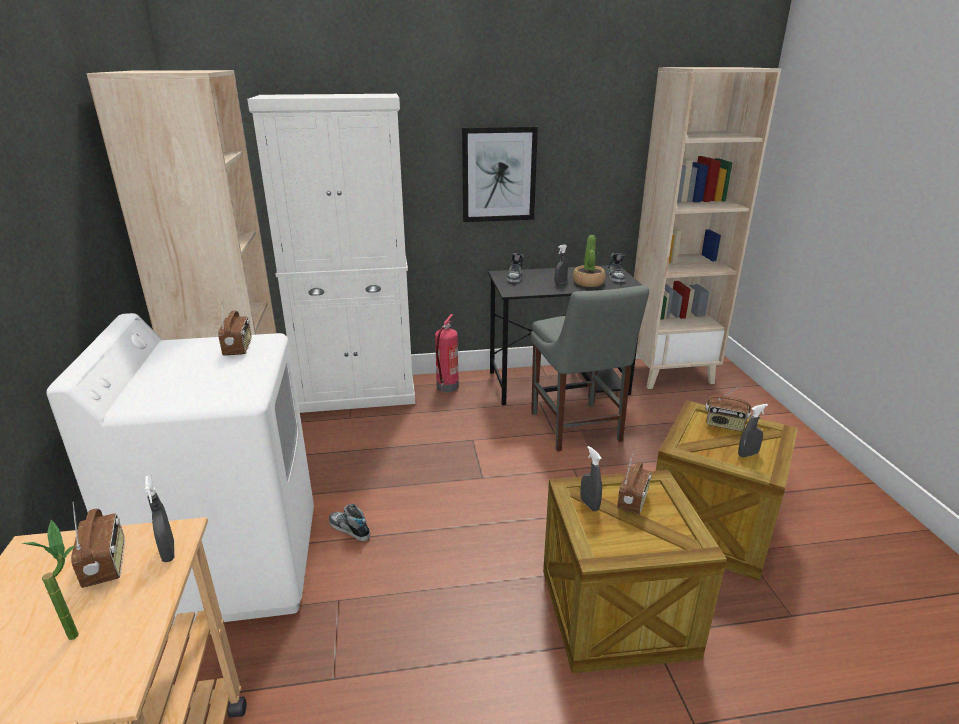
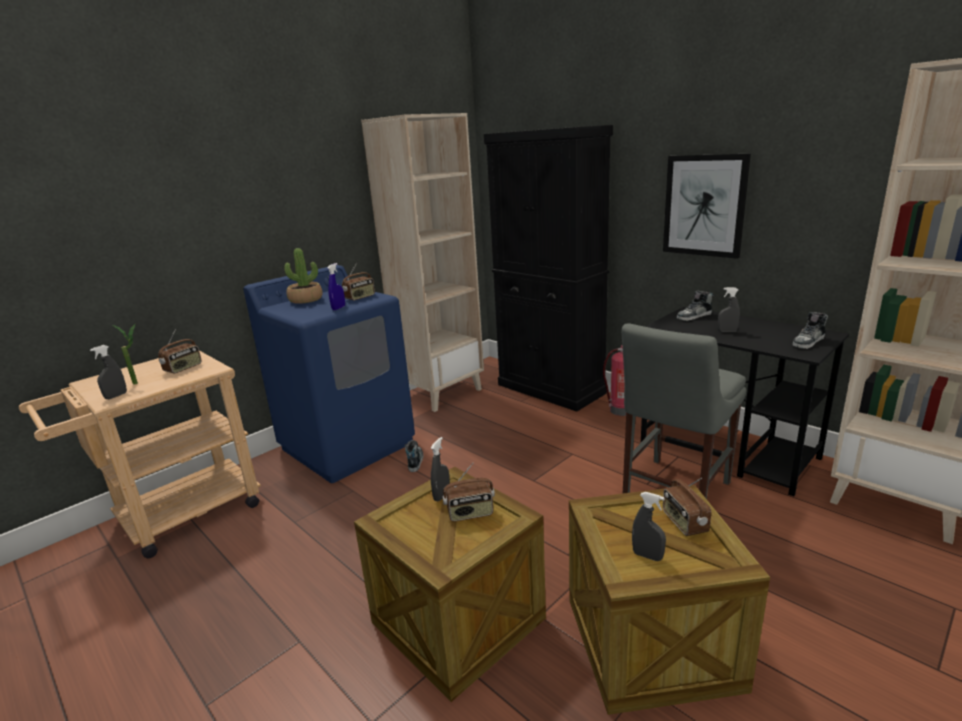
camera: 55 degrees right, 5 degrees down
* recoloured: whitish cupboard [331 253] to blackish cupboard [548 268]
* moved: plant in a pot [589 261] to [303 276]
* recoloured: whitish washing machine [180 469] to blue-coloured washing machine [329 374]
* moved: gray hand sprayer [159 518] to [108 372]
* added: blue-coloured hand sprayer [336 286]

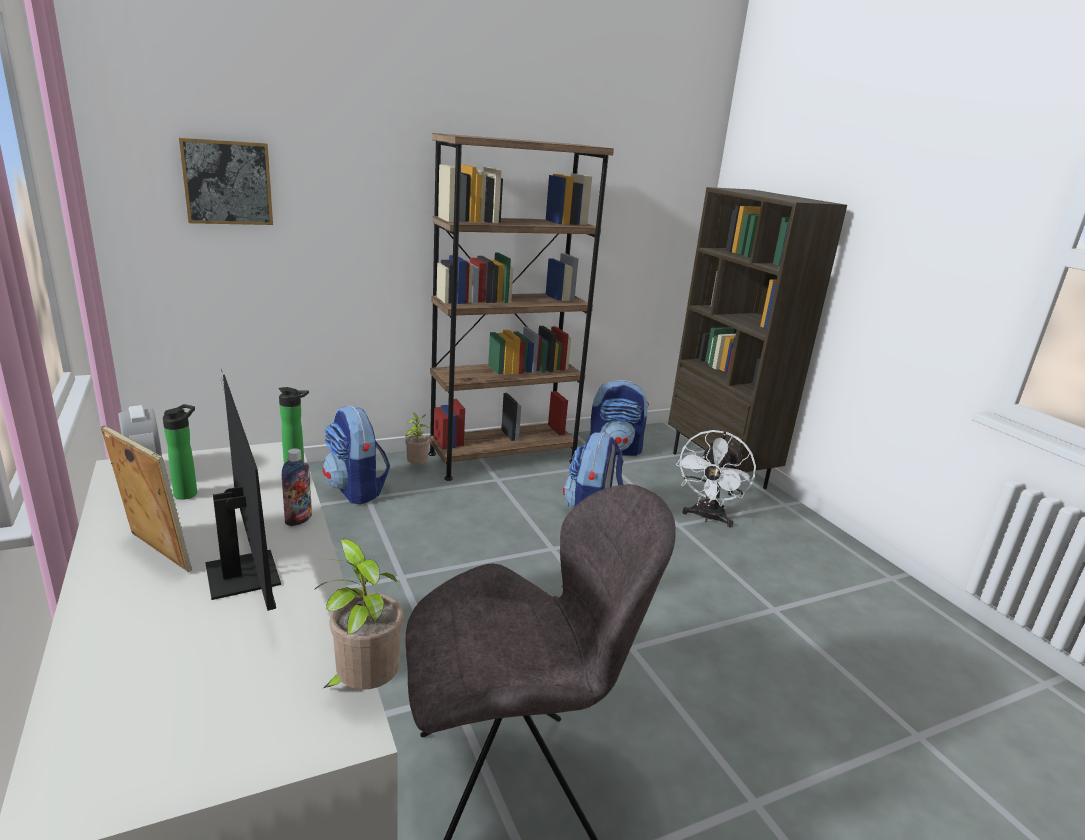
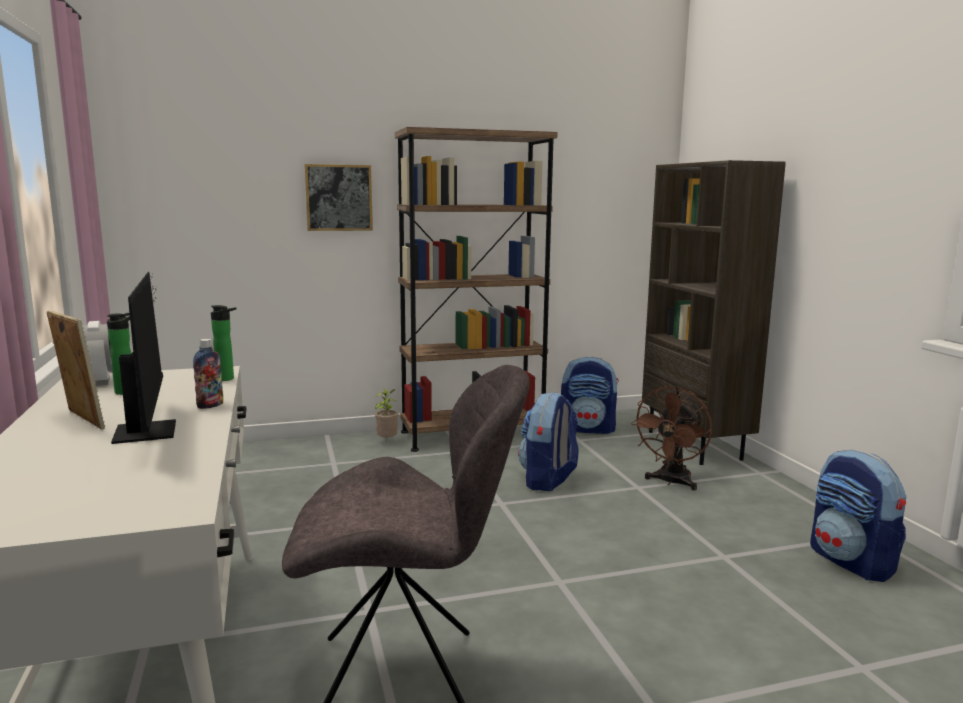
camera: 10 degrees right, 10 degrees down
* moved: picture [226 181] to [339 197]
* moved: rucksack [356 454] to [858 516]
* recoloured: whitish fan [716 479] to brown fan [671 438]
* removed: plant in a pot [359 614]

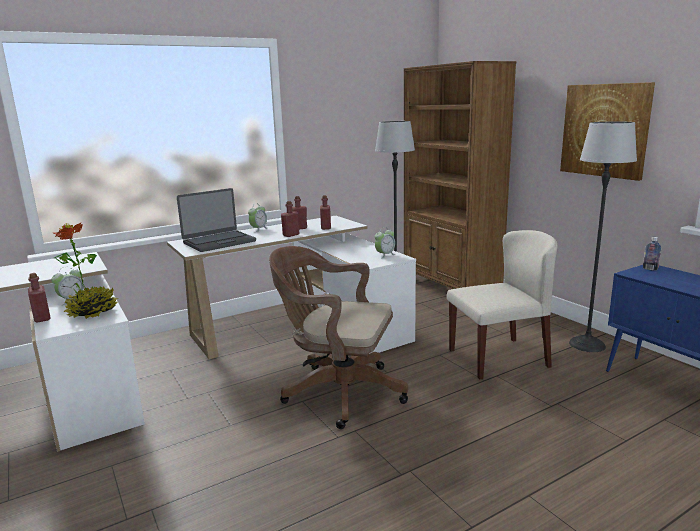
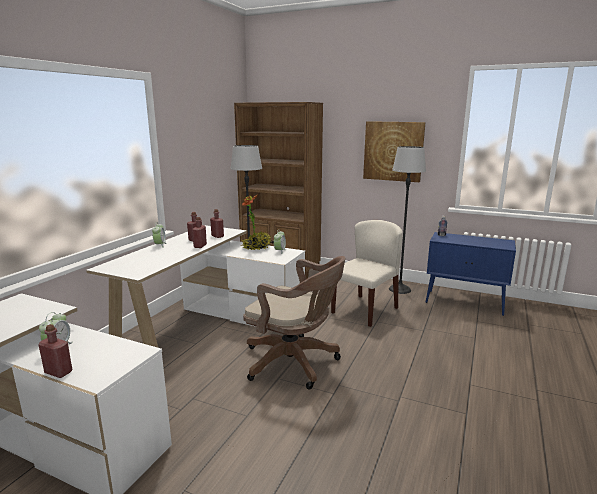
camera: 35 degrees left, 0 degrees up
* removed: laptop [216 220]
* moved: plant in a pot [85 270] to [256 222]
* turned: brown office chair [338 337] = [294 323] 135 degrees counterclockwise

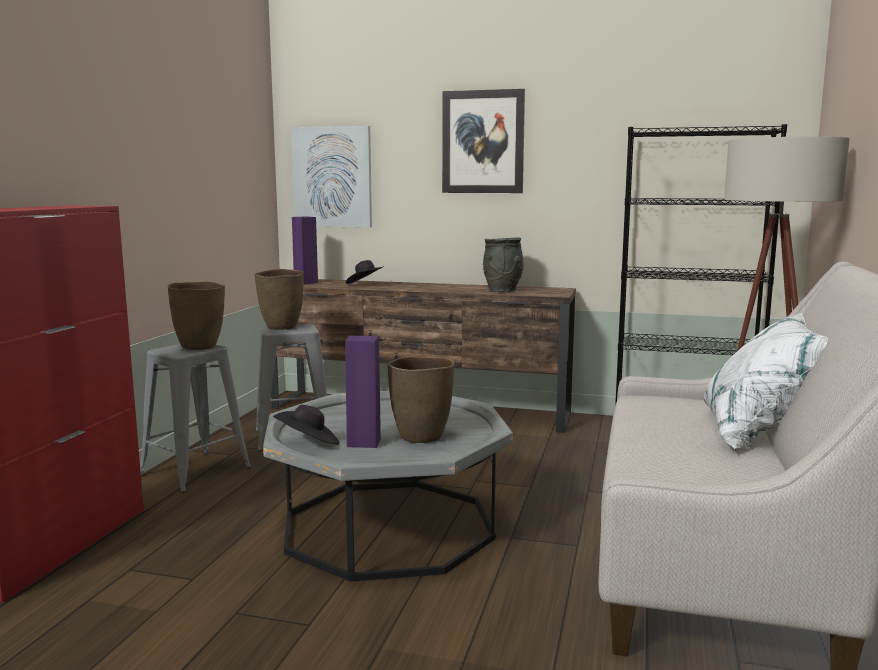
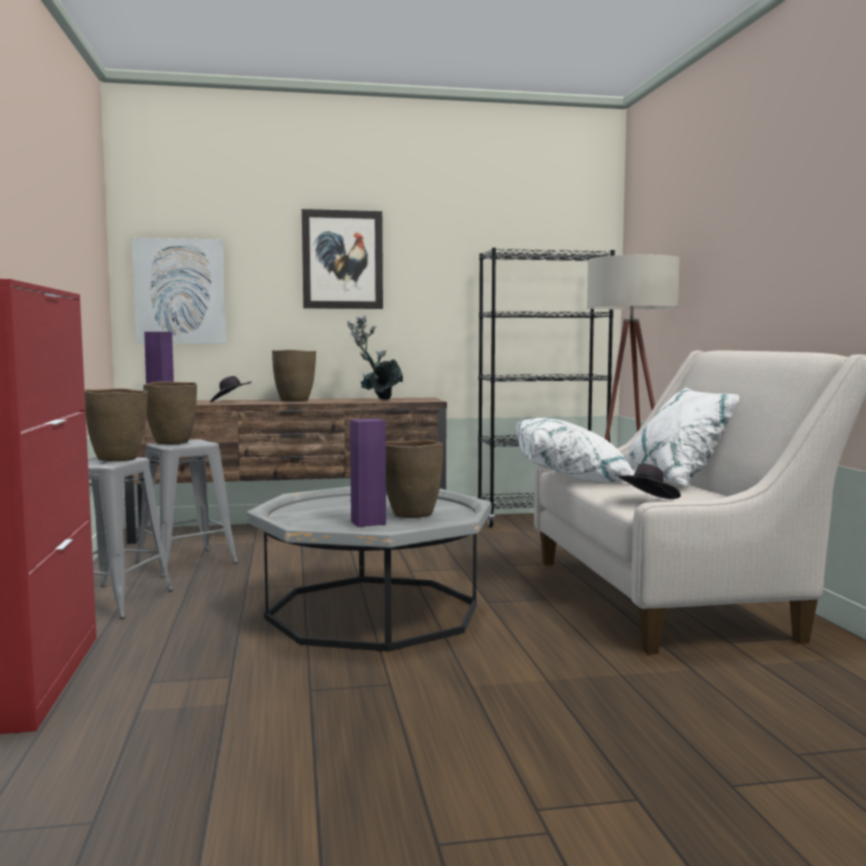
camera: 25 degrees left, 5 degrees down
* replaced: gray flower vase [503 265] to plant in a pot [375 357]
* moved: blackish clothing hat [306 425] to [648 481]
* added: brown flower vase [294 376]
* added: whitish pillow [575 450]

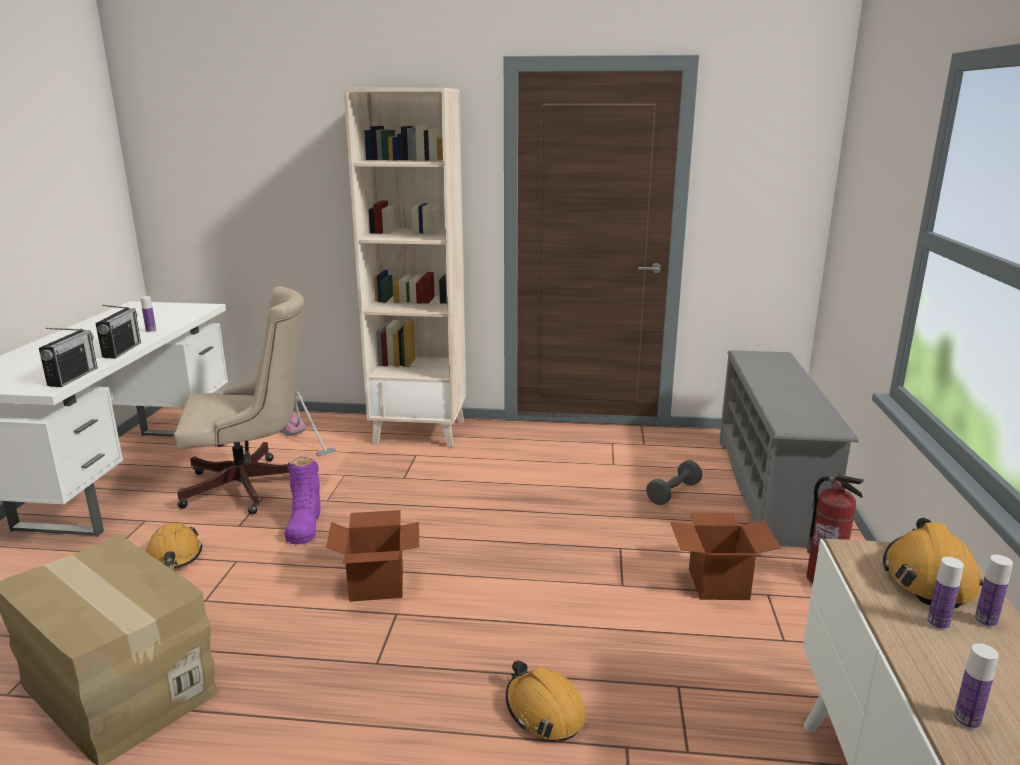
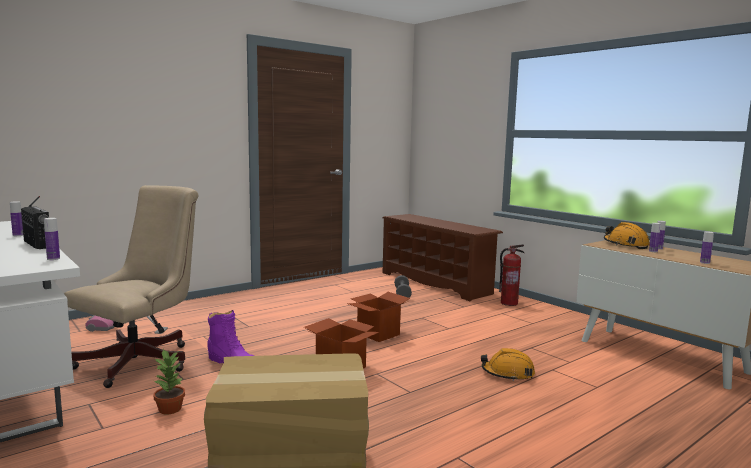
camera: 45 degrees left, 10 degrees down
* removed: beige bookshelf [405 268]
* replaced: radio receiver [68 357] to drink bottle [52 239]
* recoloured: gray shoe rack [788 449] to brown shoe rack [442 257]
* moved: packing box [725 556] to [378 317]
* replaced: orange hard hat [174 546] to plant in a pot [169 381]

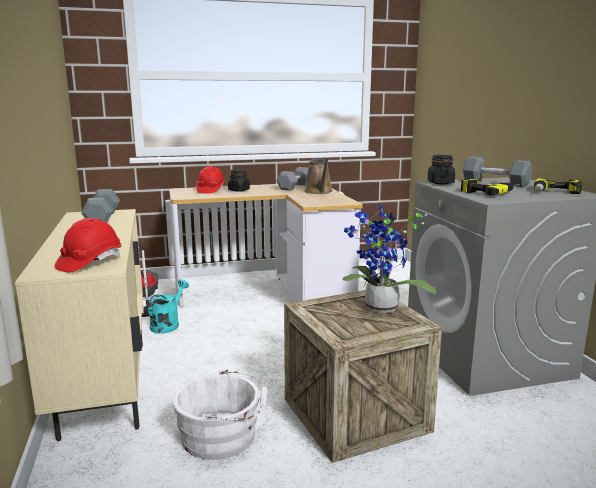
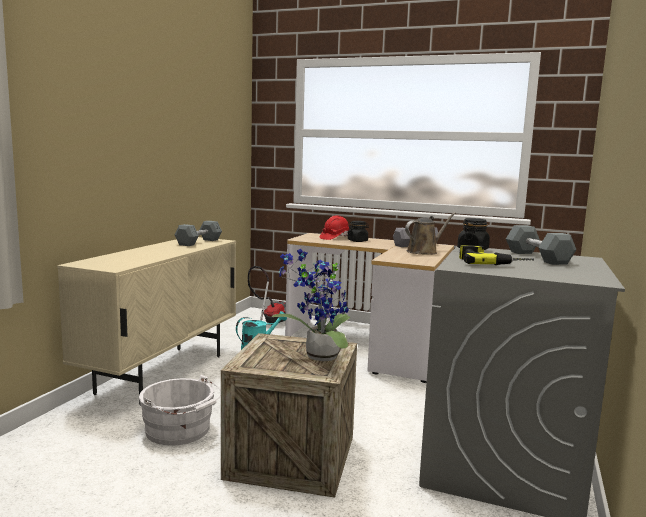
camera: 35 degrees right, 5 degrees down
* turned: brown watering can [318 176] = [430 233] 150 degrees counterclockwise
* removed: power drill [558 186]
* removed: reddish hard hat [88 245]

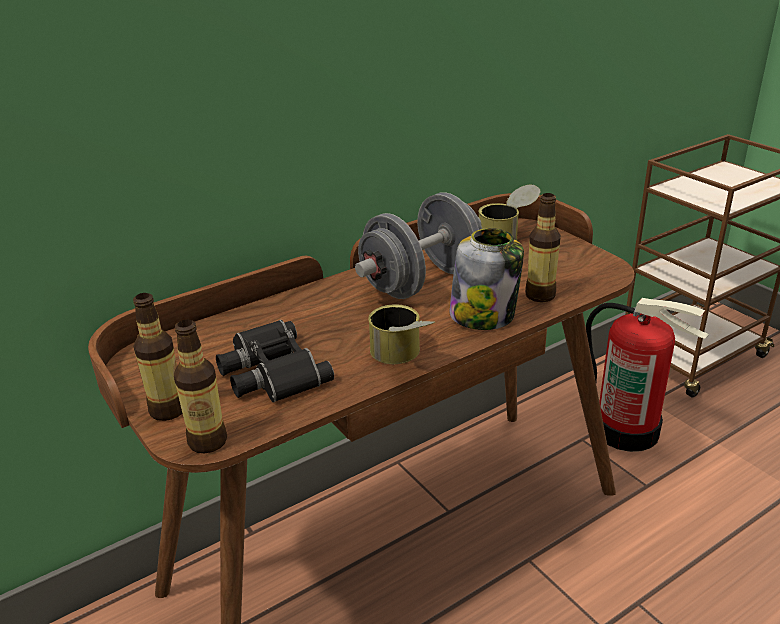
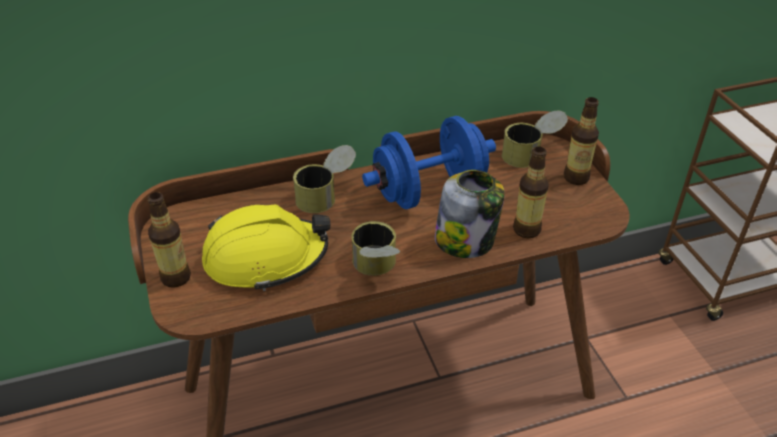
camera: 15 degrees right, 10 degrees up
* recoloured: gray free weight [418 245] to blue-coloured free weight [429 162]
* removed: fire extinguisher [647 375]
* moved: drink bottle [200 386] to [581 141]
* replaced: blackish field glasses [275 361] to yellow hard hat [266 247]
* added: metal can [324 179]

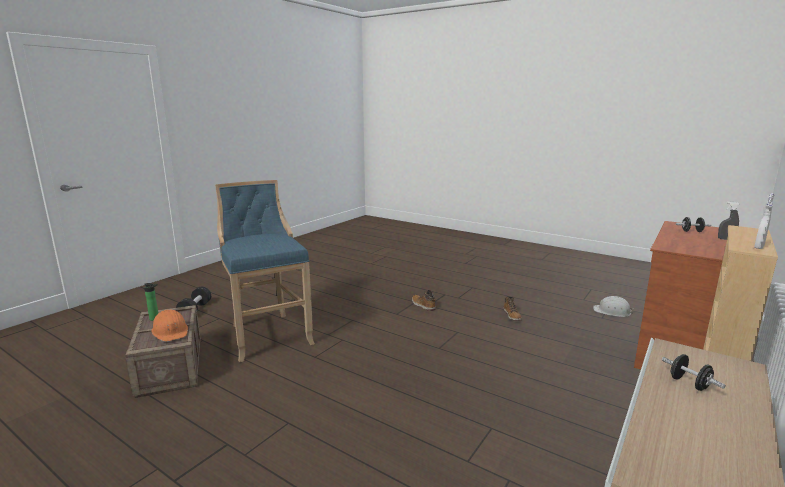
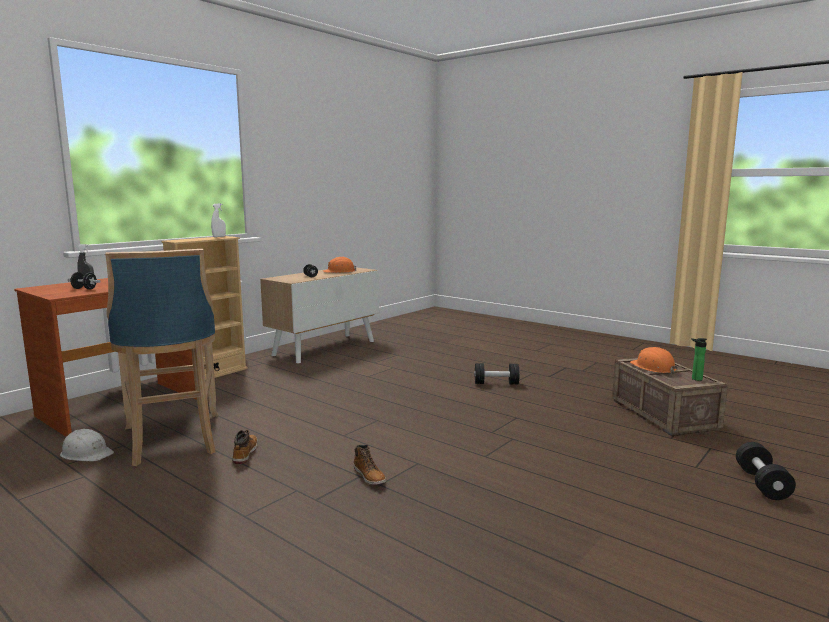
camera: 175 degrees left, 5 degrees down
* moved: blue-coloured sitting stool [265 271] to [161 357]
* added: orange hard hat [339 265]
* added: blackish free weight [497 373]

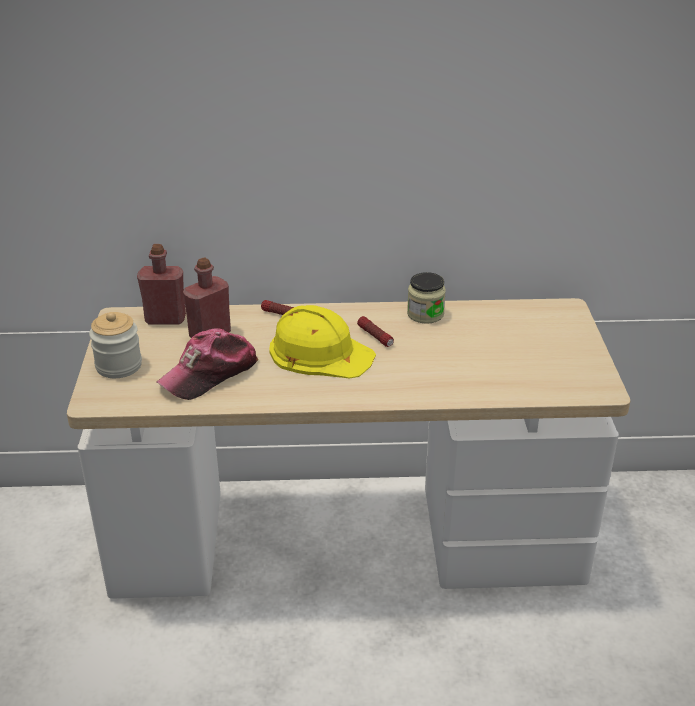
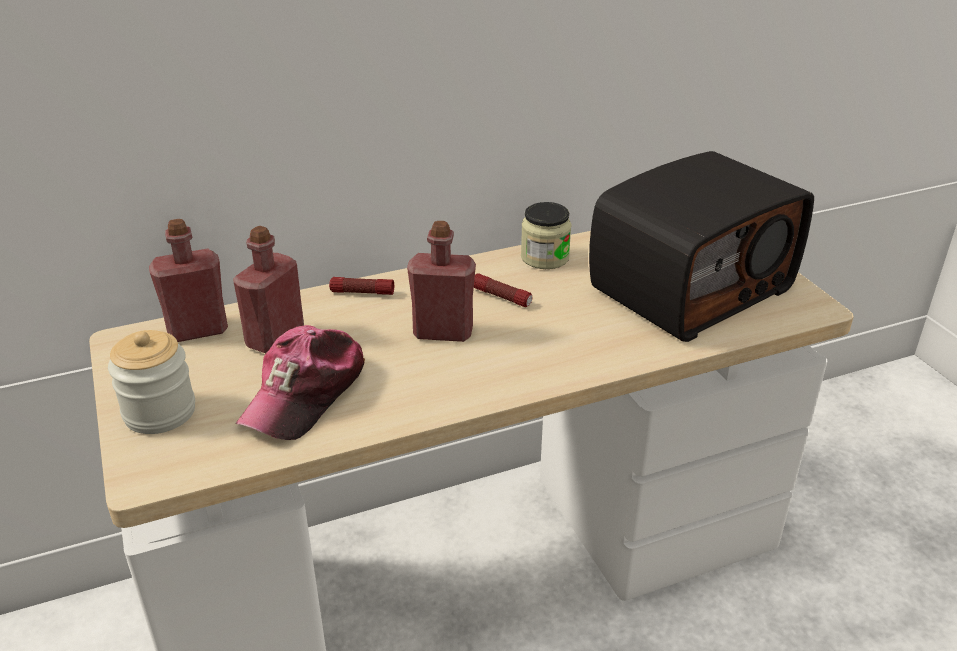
camera: 20 degrees left, 0 degrees up
* replaced: yellow hard hat [322 342] to reddish drink bottle [441 281]
* added: radio receiver [701 246]

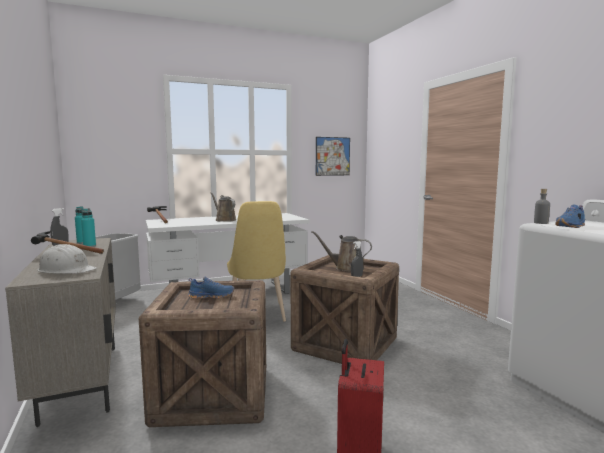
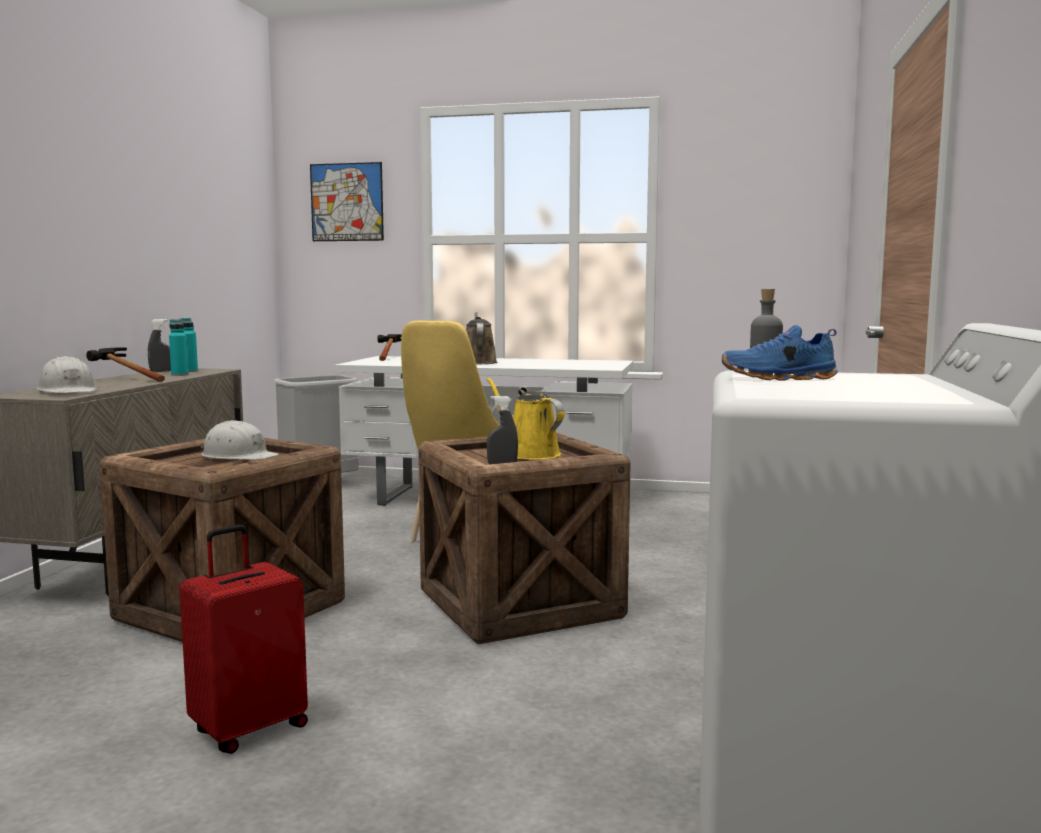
camera: 35 degrees right, 0 degrees up
* moved: picture [333 156] to [347 201]
* recoloured: brown watering can [341 251] to yellow watering can [525 418]
* replaced: blue-coloured low shoe [211 288] to whitish hard hat [240 440]

